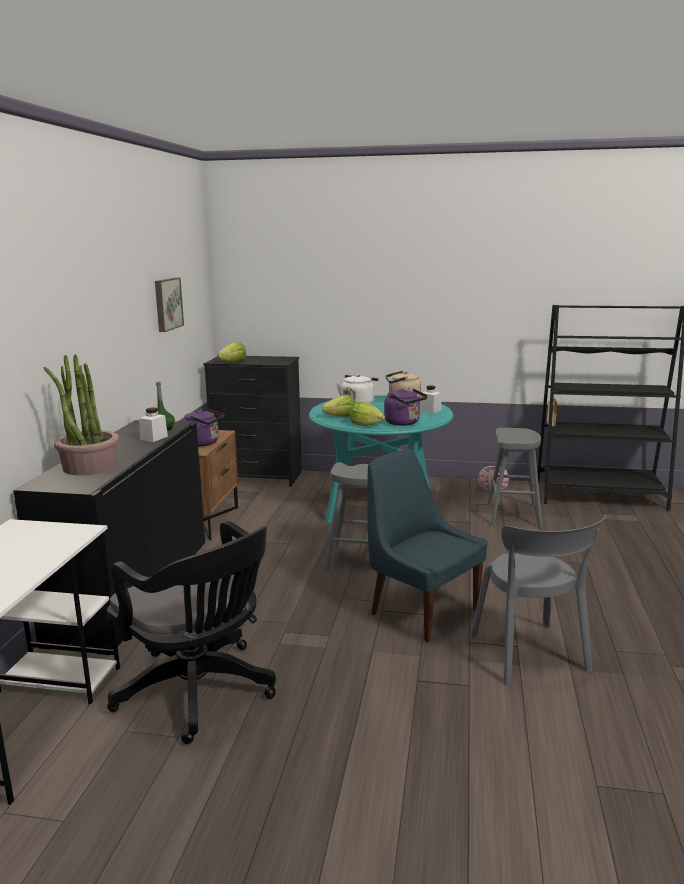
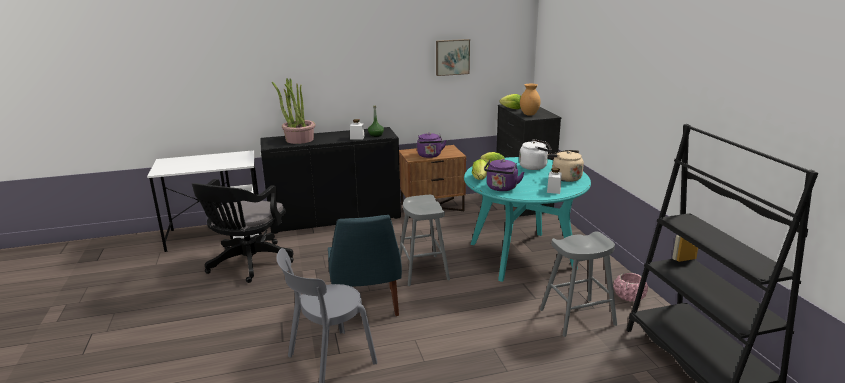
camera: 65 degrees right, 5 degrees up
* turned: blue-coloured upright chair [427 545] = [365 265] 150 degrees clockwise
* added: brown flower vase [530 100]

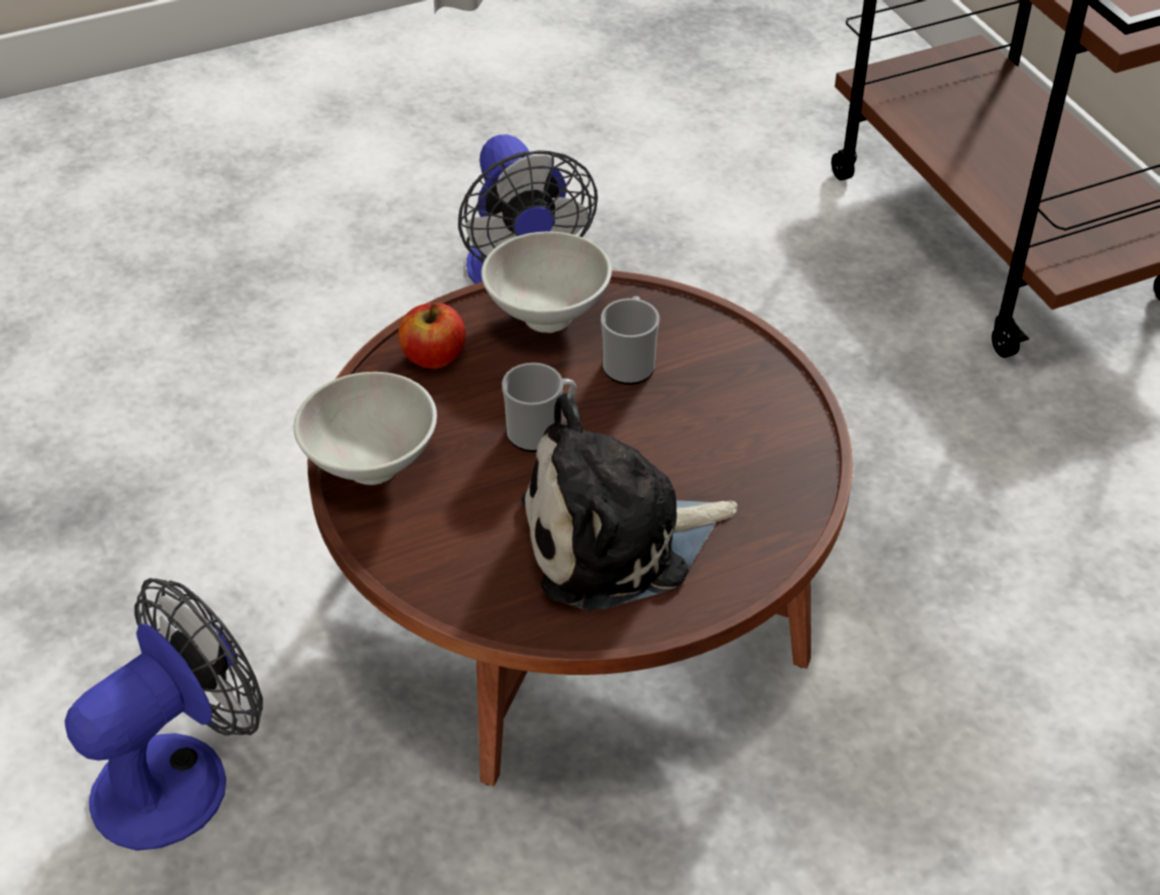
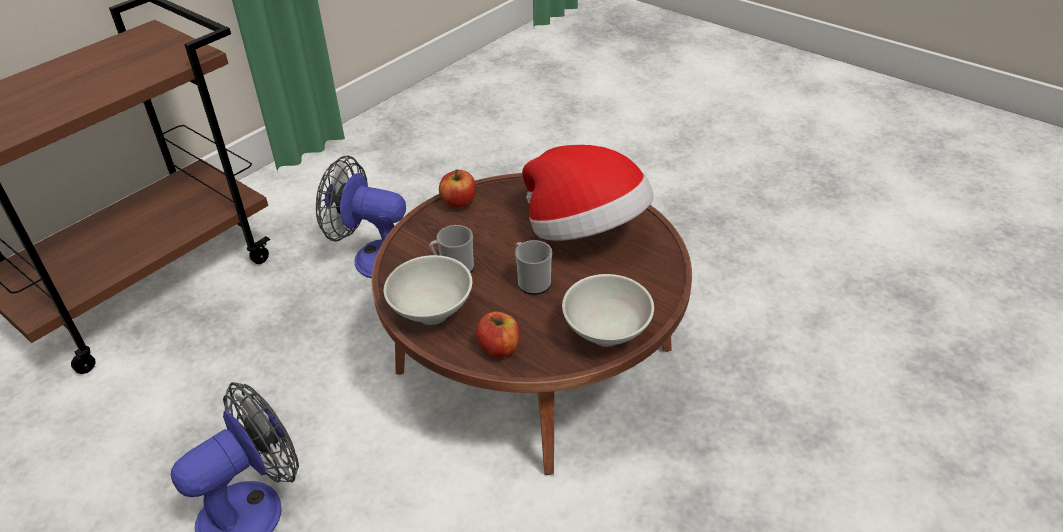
camera: 115 degrees left, 5 degrees down
* replaced: plush toy [629 501] to clothing hat [588 193]
* moved: fan [164 714] to [361 217]
* added: apple [457 189]

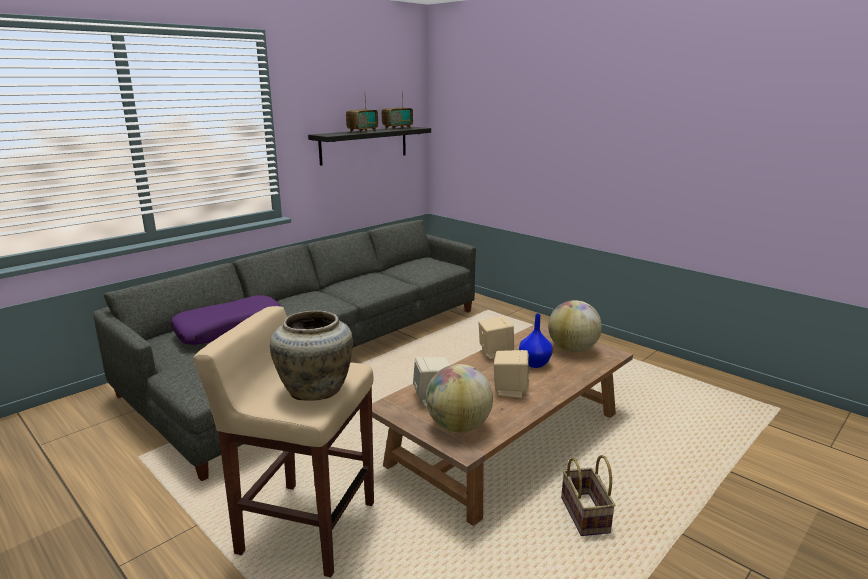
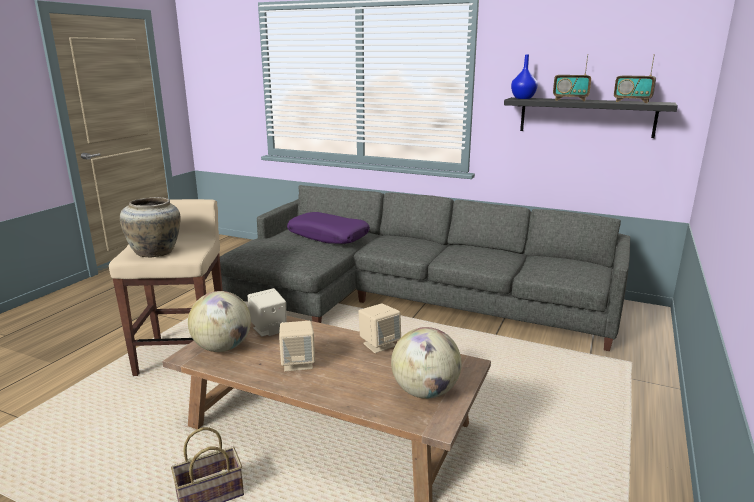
camera: 70 degrees right, 0 degrees up
* moved: blue-coloured flower vase [536 340] to [524 76]

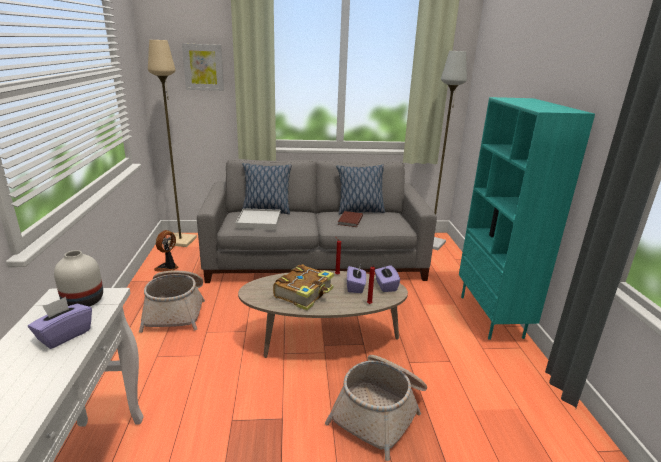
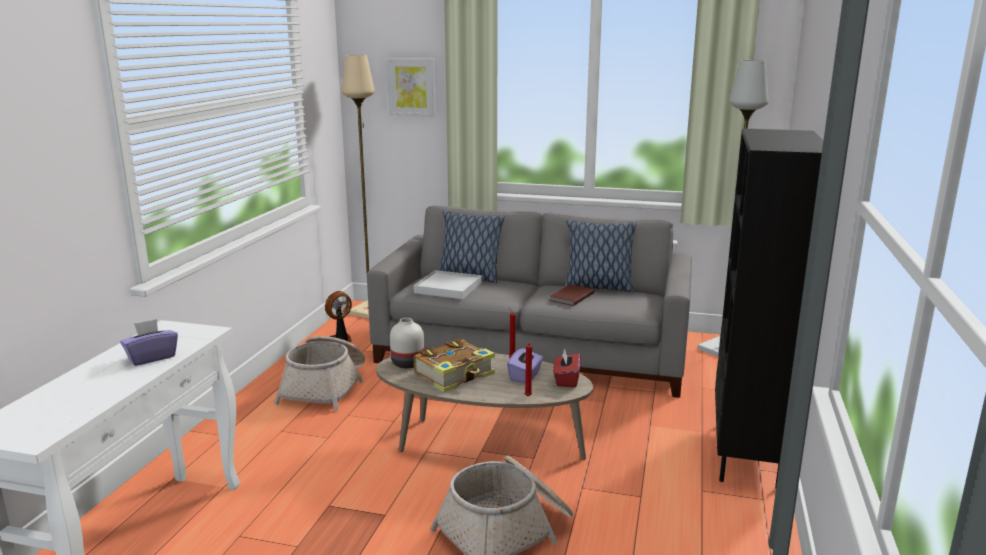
camera: 20 degrees right, 5 degrees down
* recoloured: turquoise bookshelf [527 218] to blackish bookshelf [769 308]
* moved: whitish flower vase [78 278] to [407 343]
* recoloured: purplish tissue holder [387 278] to reddish tissue holder [567 367]

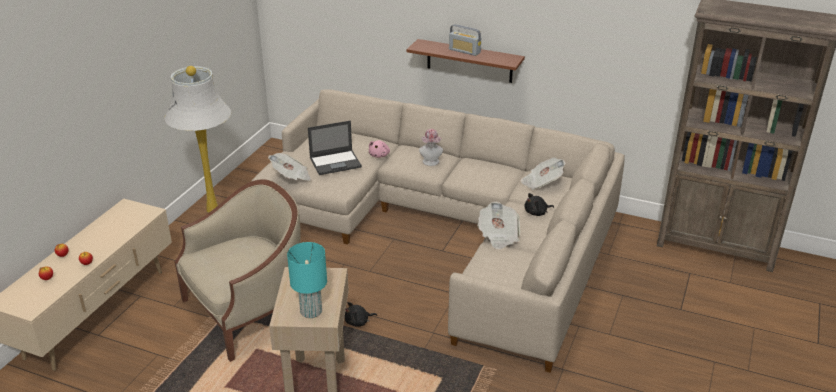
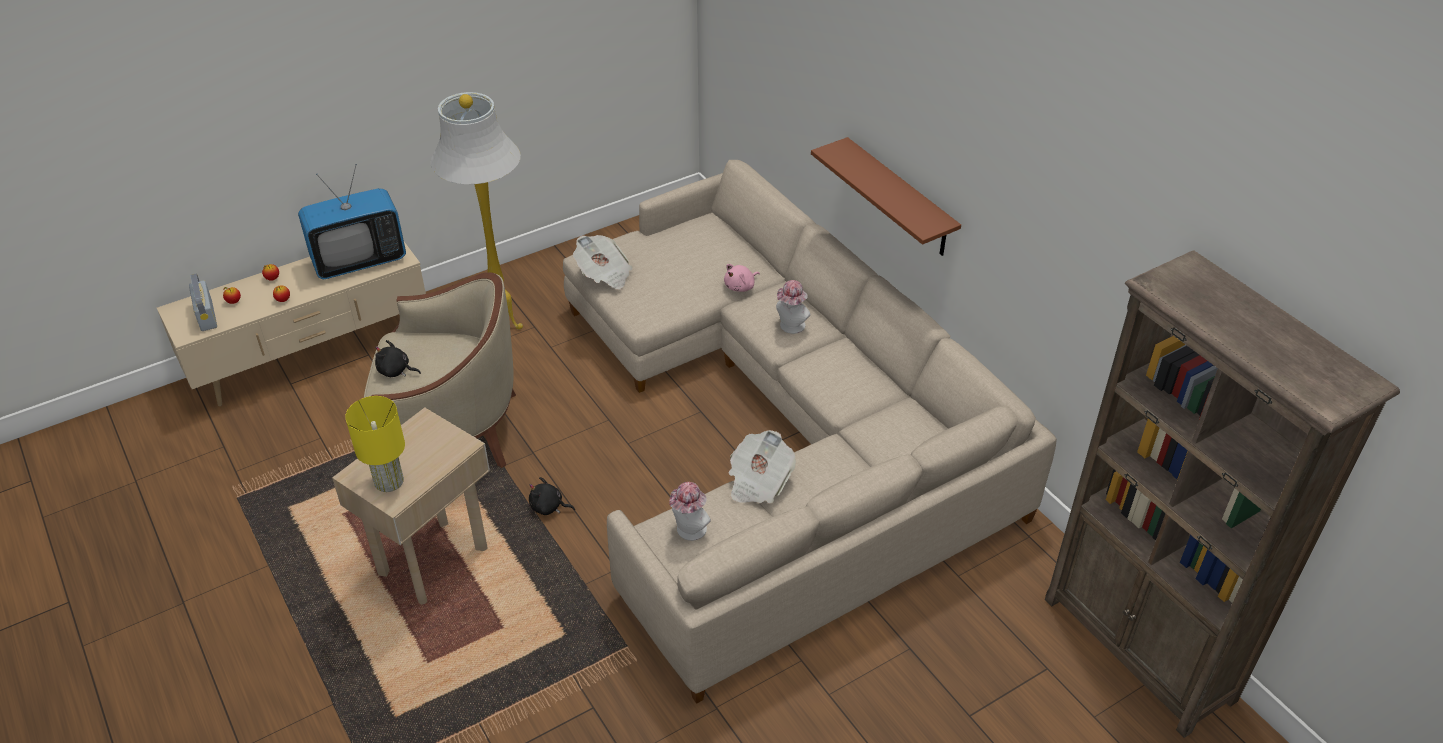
camera: 35 degrees right, 10 degrees up
* moved: radio receiver [465 40] to [203 302]
* removed: laptop [335 147]
* removed: newspaper [543 173]
* moved: blackish plush toy [539 204] to [398 358]
* recoloured: turquoise lamp for a table [307 280] to yellow lamp for a table [375 444]
* added: television [352 221]
* added: clothing hat [690 511]

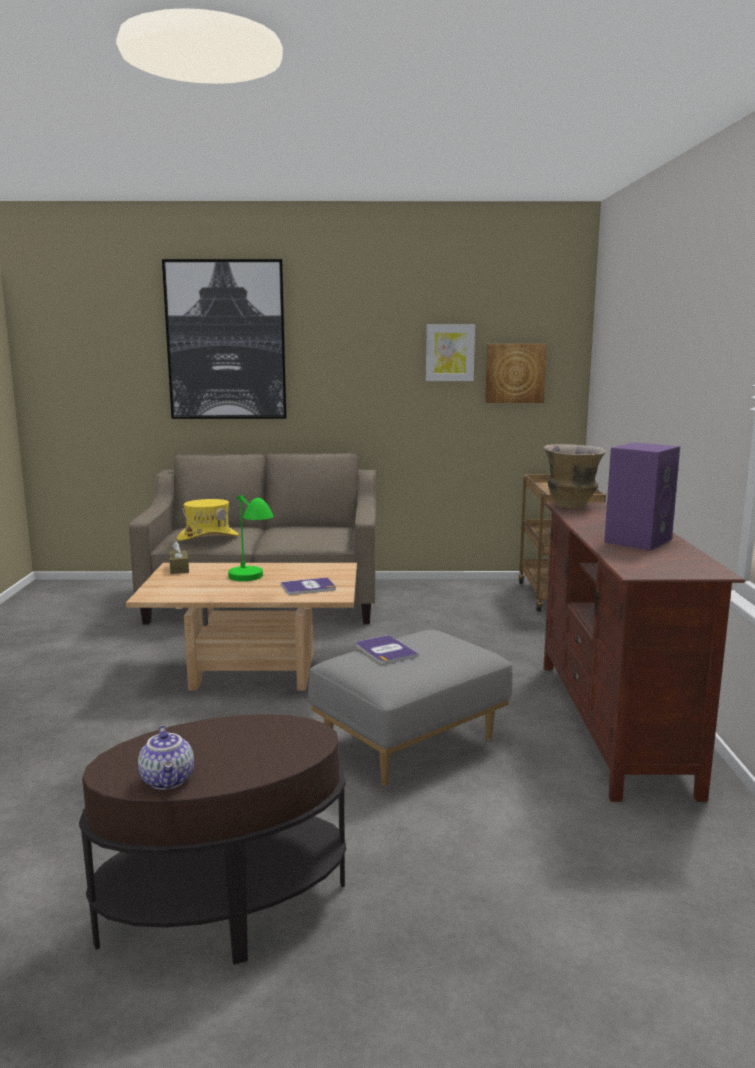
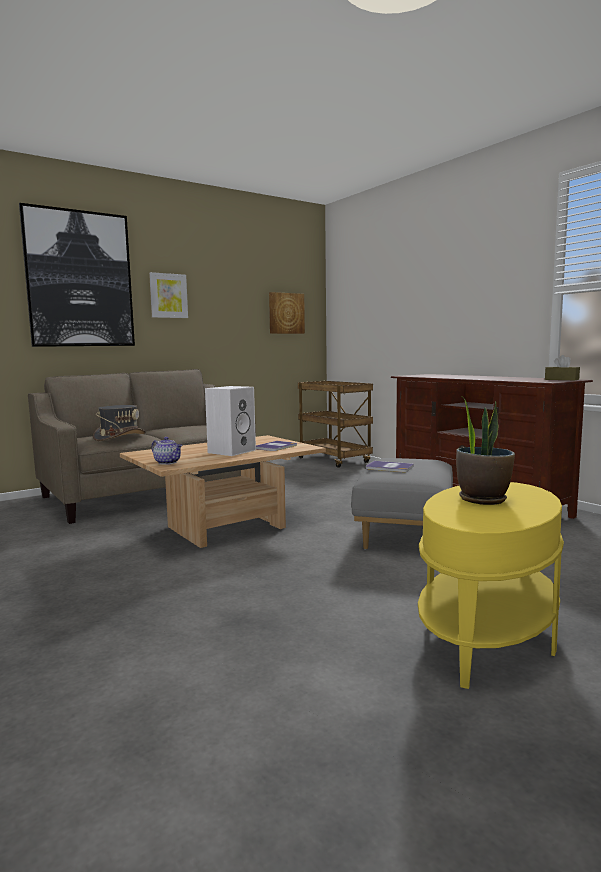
camera: 35 degrees left, 5 degrees down
* moved: picture [450 353] to [168 295]
* removed: purplish audio speaker [642 496]
* removed: flower vase [574 476]
* replaced: greenish lamp for a table [251 538] to whitish audio speaker [230 421]
* recoloured: yellow clothing hat [208 520] to gray clothing hat [119 423]
* moved: brown tissue holder [179 557] to [562 367]
* recoloured: brown side table [212 839] to yellow side table [491 585]
* moved: teapot [166 757] to [167 451]
* added: plant in a pot [485 451]

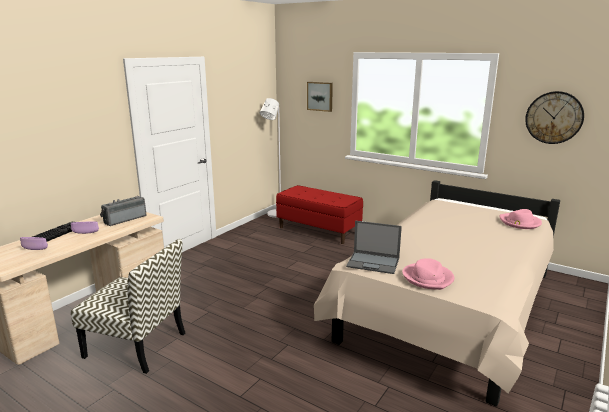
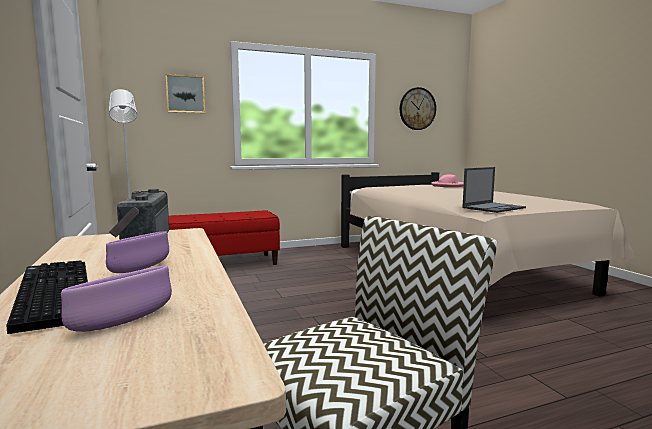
camera: 55 degrees left, 10 degrees down
* removed: pink clothing hat [428 274]

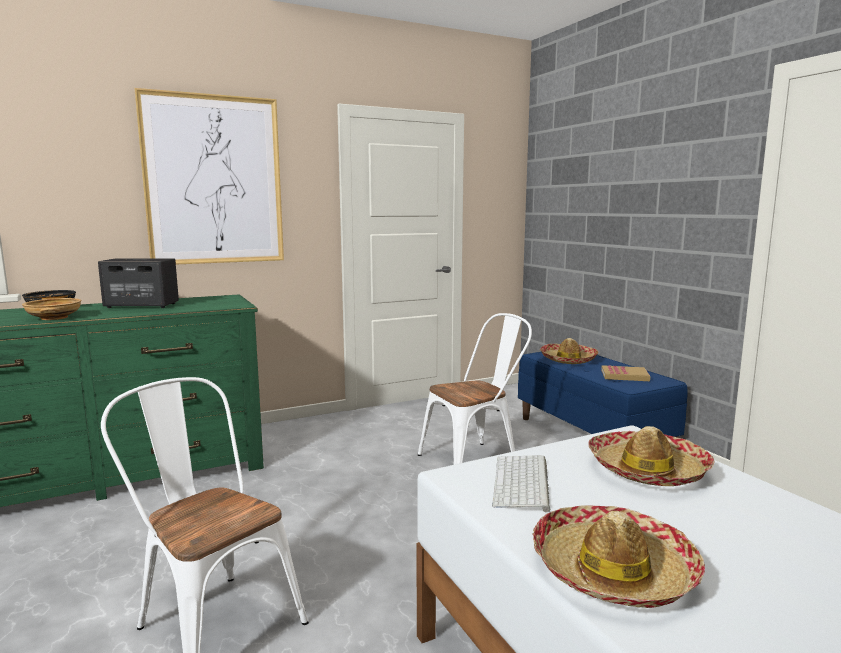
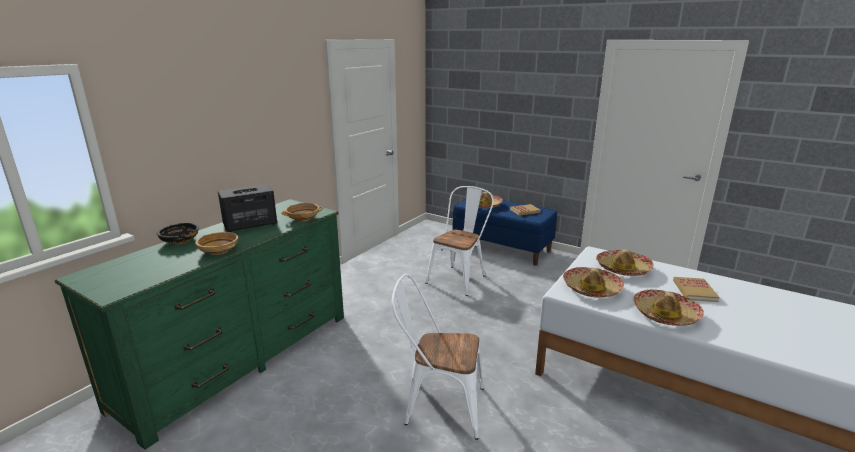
camera: 30 degrees left, 10 degrees up
* removed: picture [209 176]
* replaced: keyboard [521 483] to clothing hat [593 282]
* added: beige serving bowl [302 212]
* added: volume [696 289]

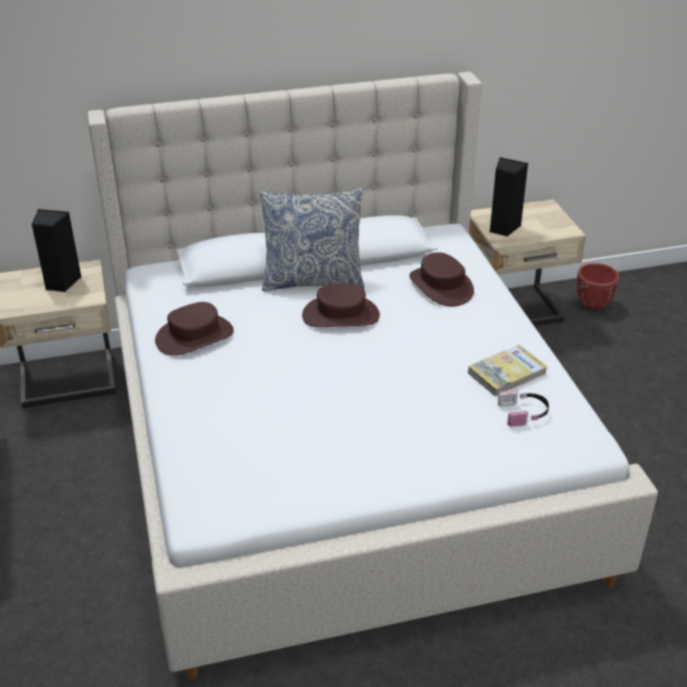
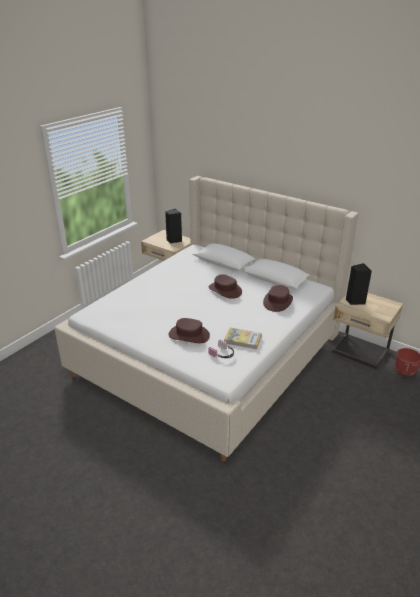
camera: 50 degrees right, 5 degrees down
* removed: pillow [312 239]
* moved: brown clothing hat [194 329] to [189 330]

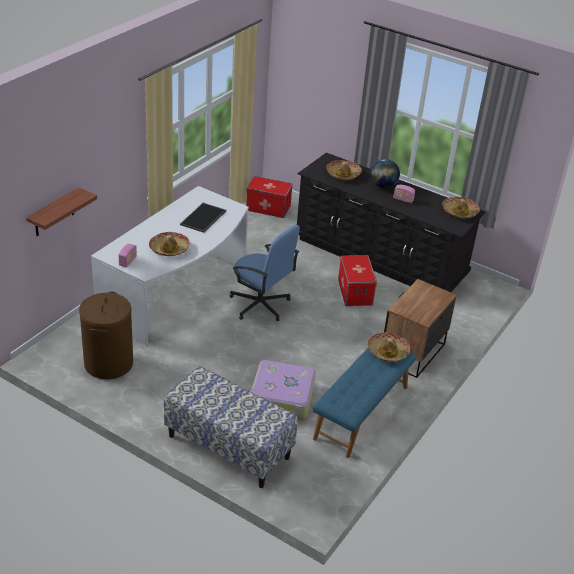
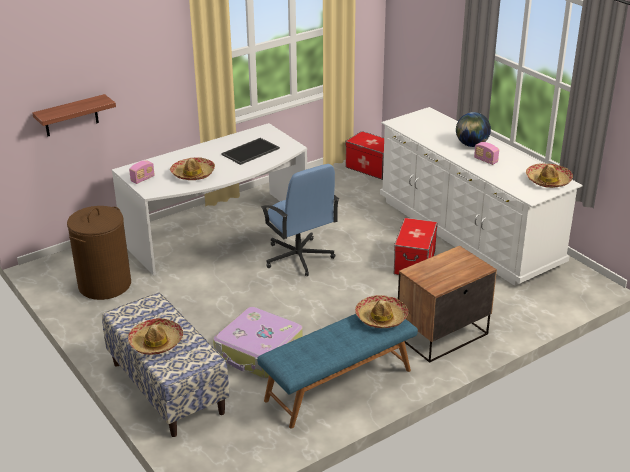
camera: 25 degrees right, 5 degrees down
* recoloured: blackish drawer chest [391 222] to whitish drawer chest [481 196]
* moved: clothing hat [344 170] to [155 336]

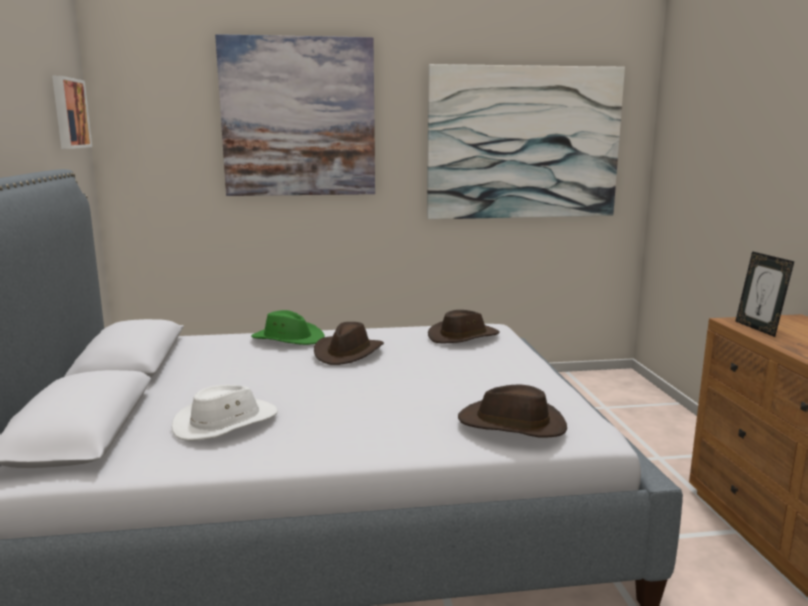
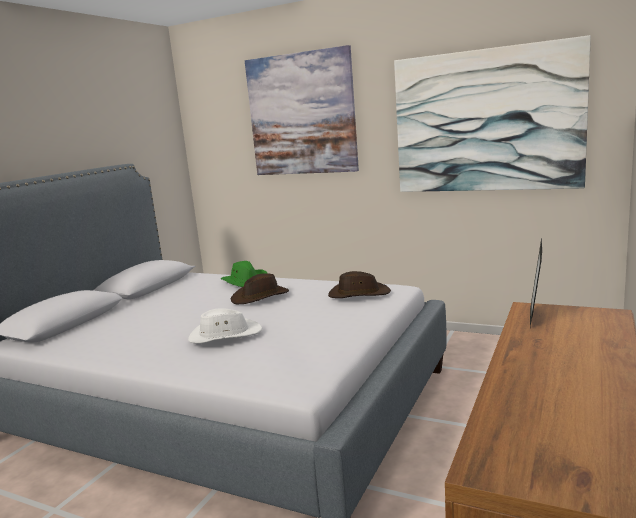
camera: 35 degrees right, 0 degrees up
* removed: picture [72 112]
* moved: whitish clothing hat [225 412] to [225 325]
* removed: brown clothing hat [512 411]

